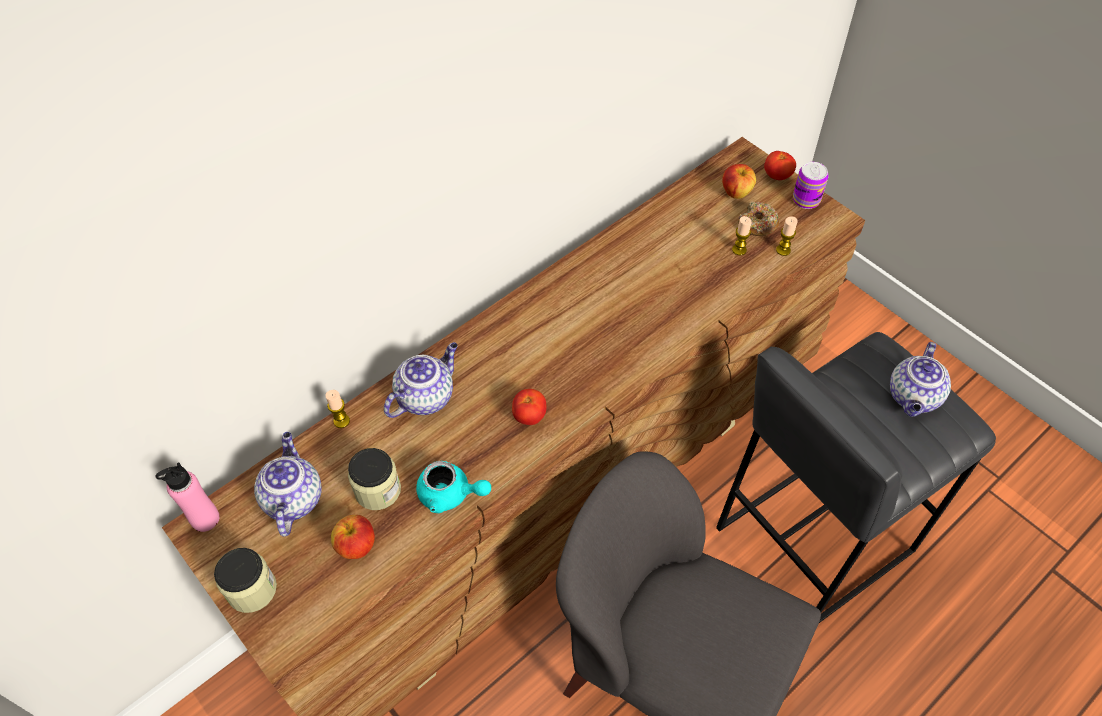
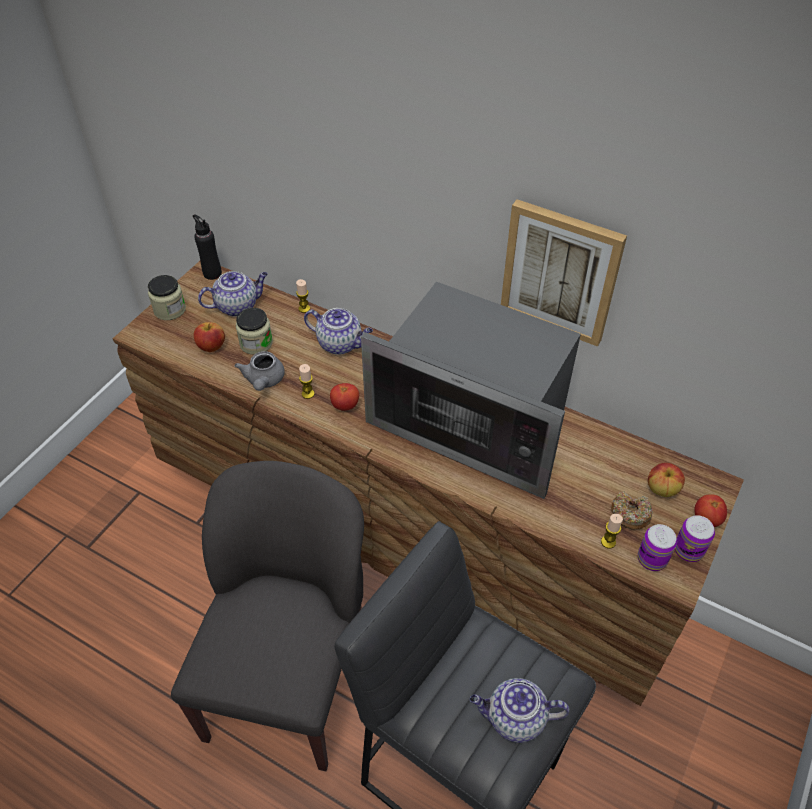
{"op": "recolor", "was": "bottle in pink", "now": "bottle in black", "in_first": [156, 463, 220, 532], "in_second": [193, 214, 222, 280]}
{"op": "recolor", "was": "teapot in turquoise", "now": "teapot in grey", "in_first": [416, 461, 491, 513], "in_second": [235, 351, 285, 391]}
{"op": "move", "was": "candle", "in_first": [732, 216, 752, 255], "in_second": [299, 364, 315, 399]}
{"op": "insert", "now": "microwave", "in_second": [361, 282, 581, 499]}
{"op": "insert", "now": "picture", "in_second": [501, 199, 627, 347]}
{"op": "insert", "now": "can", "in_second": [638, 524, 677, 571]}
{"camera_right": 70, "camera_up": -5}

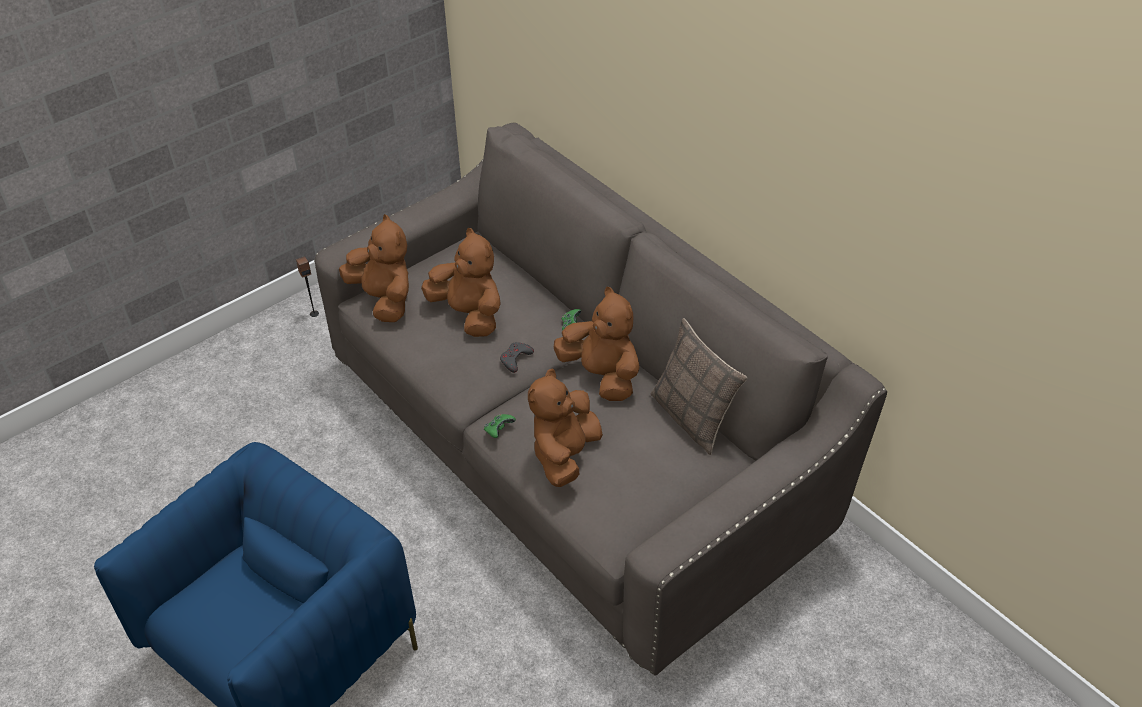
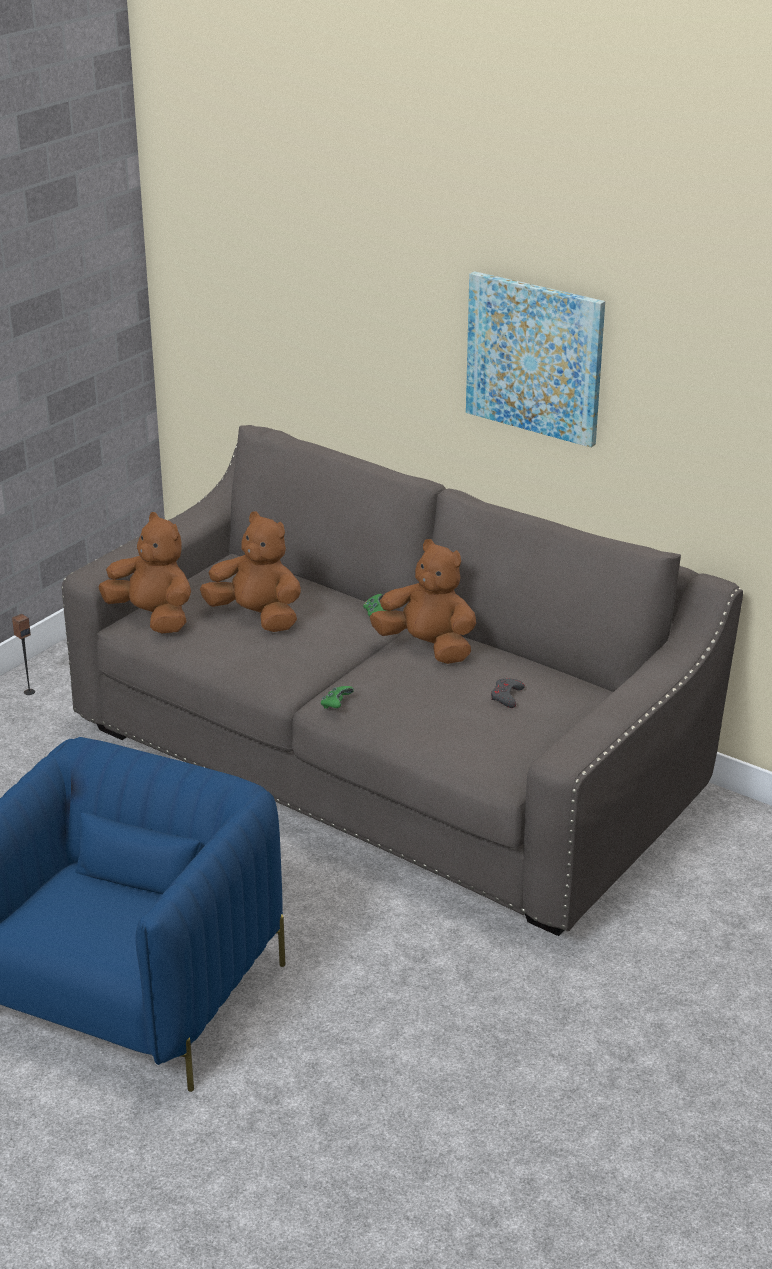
{"op": "move", "was": "game controller in grey", "in_first": [500, 342, 534, 373], "in_second": [491, 678, 525, 708]}
{"op": "delete", "was": "plush toy in brown", "in_first": [528, 368, 603, 487]}
{"op": "delete", "was": "pillow", "in_first": [651, 318, 747, 455]}
{"op": "insert", "now": "picture", "in_second": [466, 271, 605, 448]}
{"camera_right": -15, "camera_up": -15}

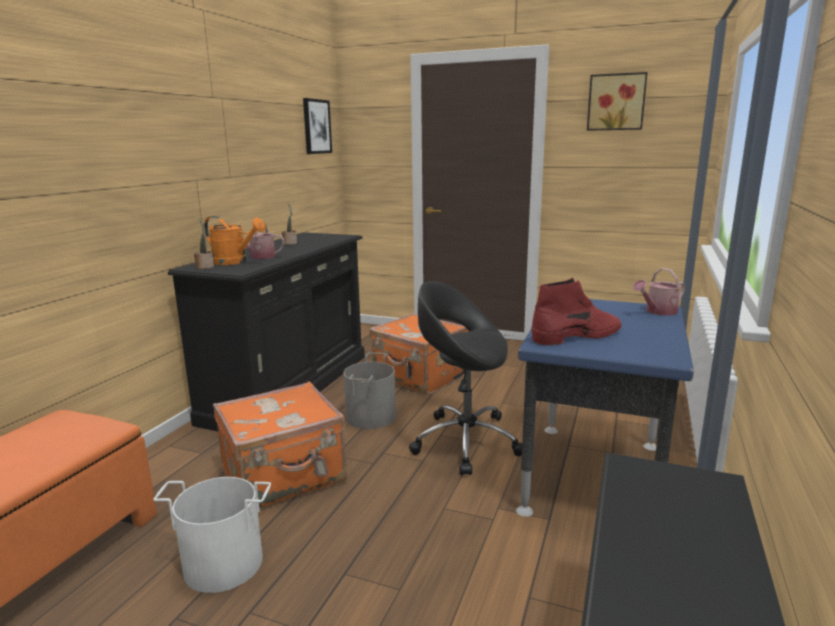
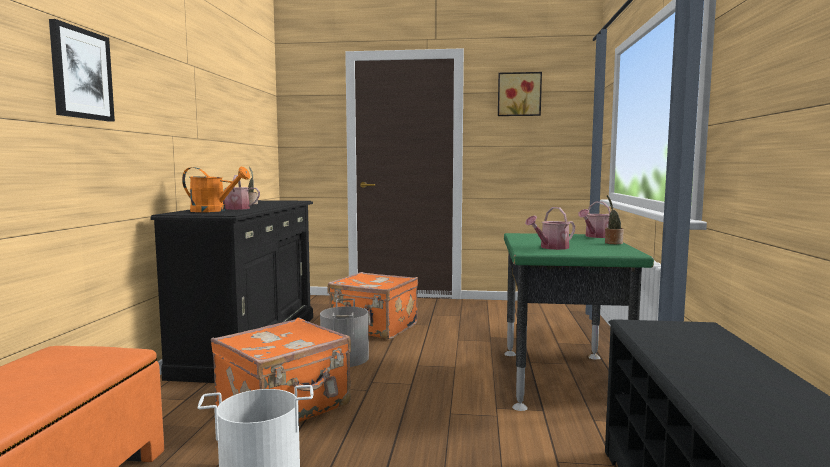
{"op": "move", "was": "potted plant", "in_first": [194, 218, 214, 269], "in_second": [605, 195, 624, 244]}
{"op": "move", "was": "picture", "in_first": [303, 98, 332, 154], "in_second": [49, 19, 115, 122]}
{"op": "delete", "was": "office chair in black", "in_first": [409, 281, 522, 475]}
{"op": "recolor", "was": "desk in blue", "now": "desk in green", "in_first": [516, 299, 694, 517], "in_second": [504, 233, 654, 411]}
{"op": "replace", "was": "boot in red", "now": "watering can", "in_first": [531, 278, 622, 345], "in_second": [525, 207, 575, 250]}
{"camera_right": -15, "camera_up": -10}

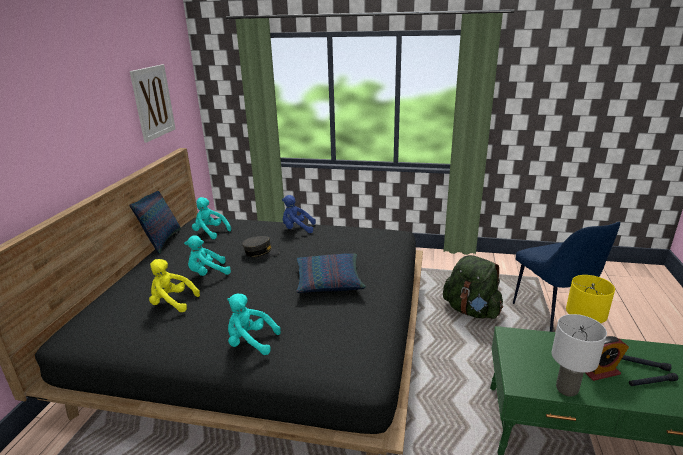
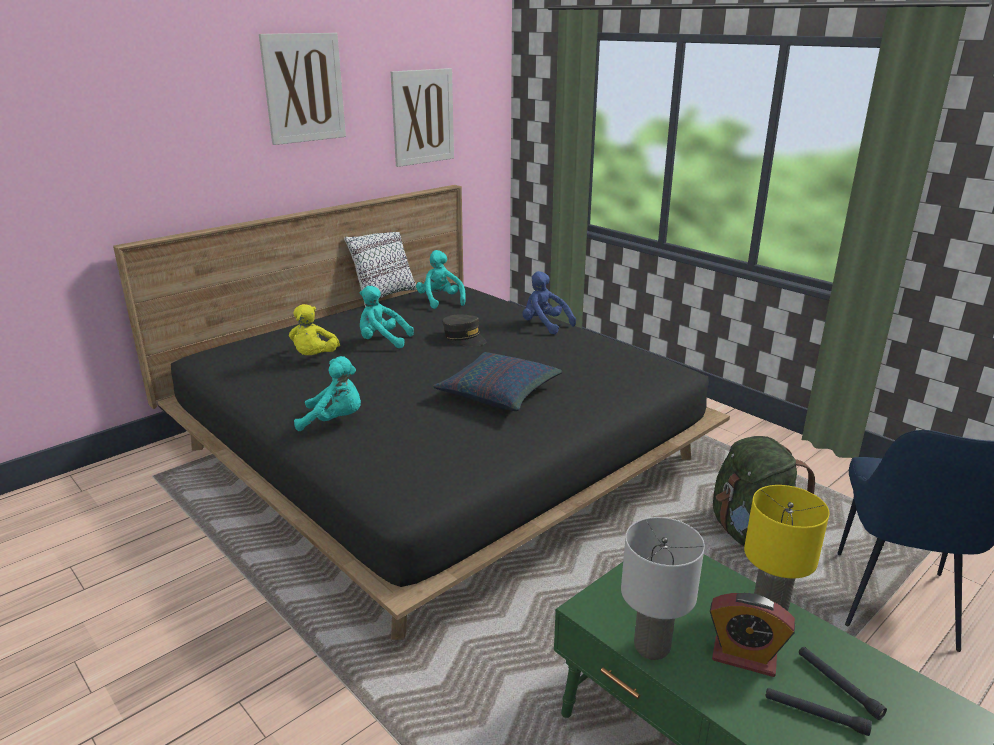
{"op": "recolor", "was": "pillow in blue", "now": "pillow in white", "in_first": [129, 191, 181, 254], "in_second": [344, 232, 417, 307]}
{"op": "rotate", "was": "plush toy in yellow", "in_first": [149, 259, 200, 312], "in_second": [289, 304, 340, 355], "clockwise": -135}
{"op": "rotate", "was": "plush toy in turquoise", "in_first": [227, 293, 281, 355], "in_second": [294, 356, 361, 431], "clockwise": 135}
{"op": "insert", "now": "picture", "in_second": [259, 33, 346, 145]}
{"camera_right": 35, "camera_up": 0}

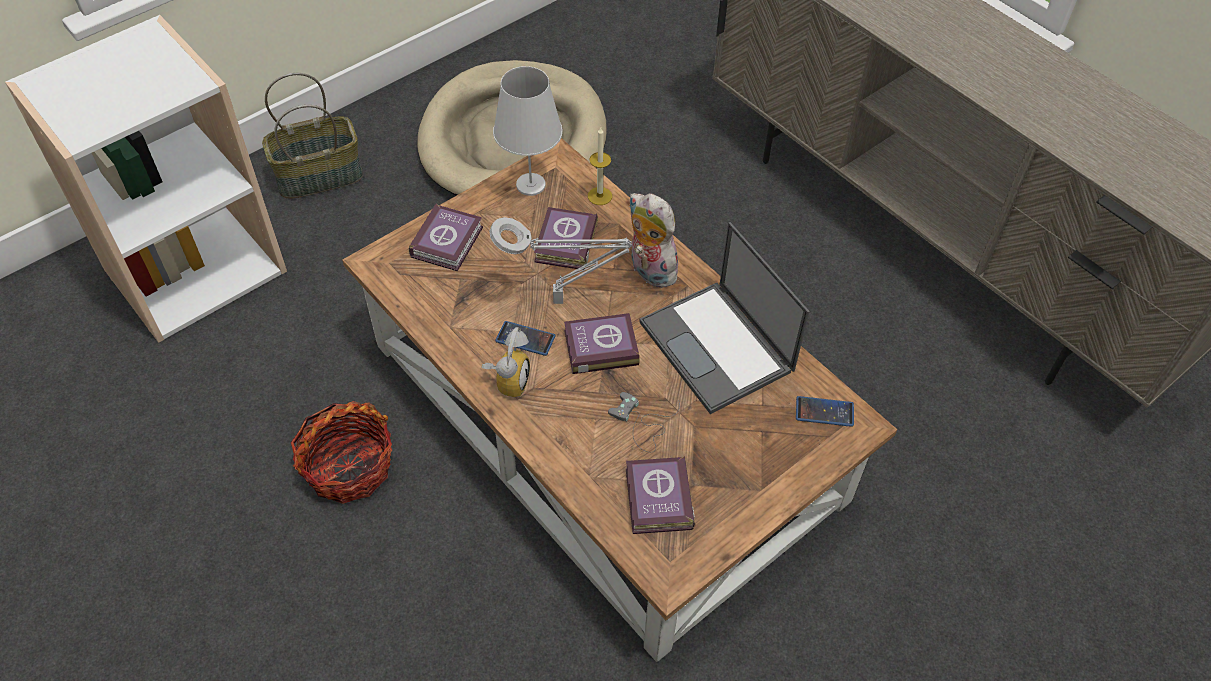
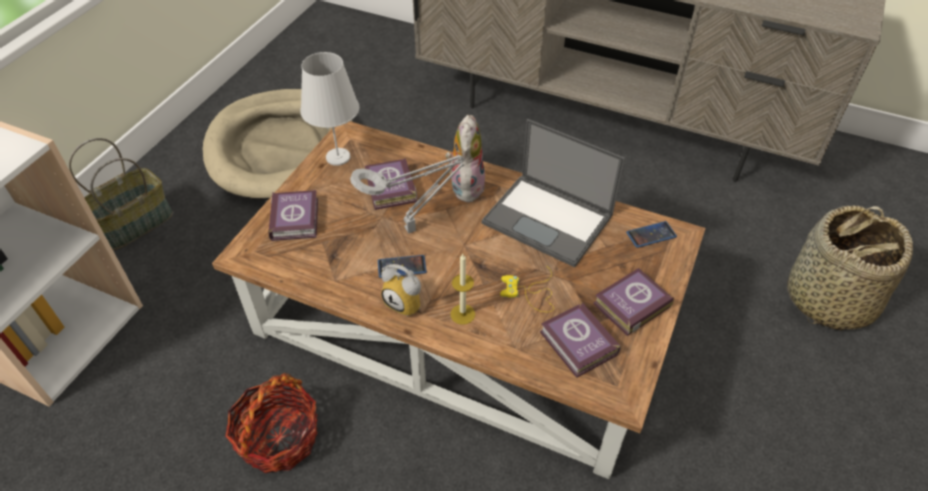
{"op": "rotate", "was": "alarm clock", "in_first": [482, 327, 530, 397], "in_second": [381, 264, 421, 317], "clockwise": 135}
{"op": "move", "was": "book", "in_first": [564, 313, 640, 374], "in_second": [593, 268, 674, 336]}
{"op": "move", "was": "candle", "in_first": [588, 127, 612, 205], "in_second": [451, 254, 475, 325]}
{"op": "recolor", "was": "game controller in grey", "now": "game controller in yellow", "in_first": [608, 392, 680, 452], "in_second": [500, 266, 554, 312]}
{"op": "rotate", "was": "plush toy", "in_first": [629, 193, 681, 288], "in_second": [446, 115, 485, 202], "clockwise": 75}
{"op": "insert", "now": "basket", "in_second": [787, 205, 913, 330]}
{"camera_right": -25, "camera_up": -5}

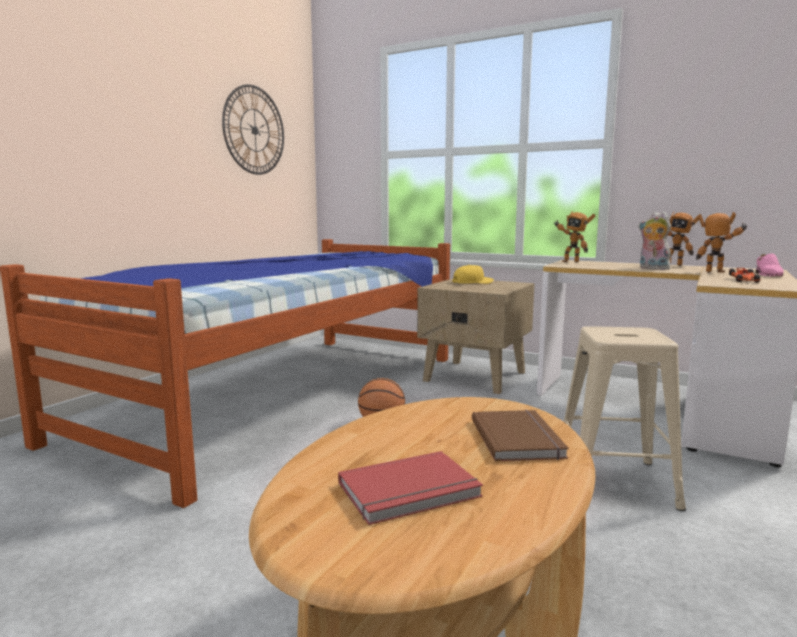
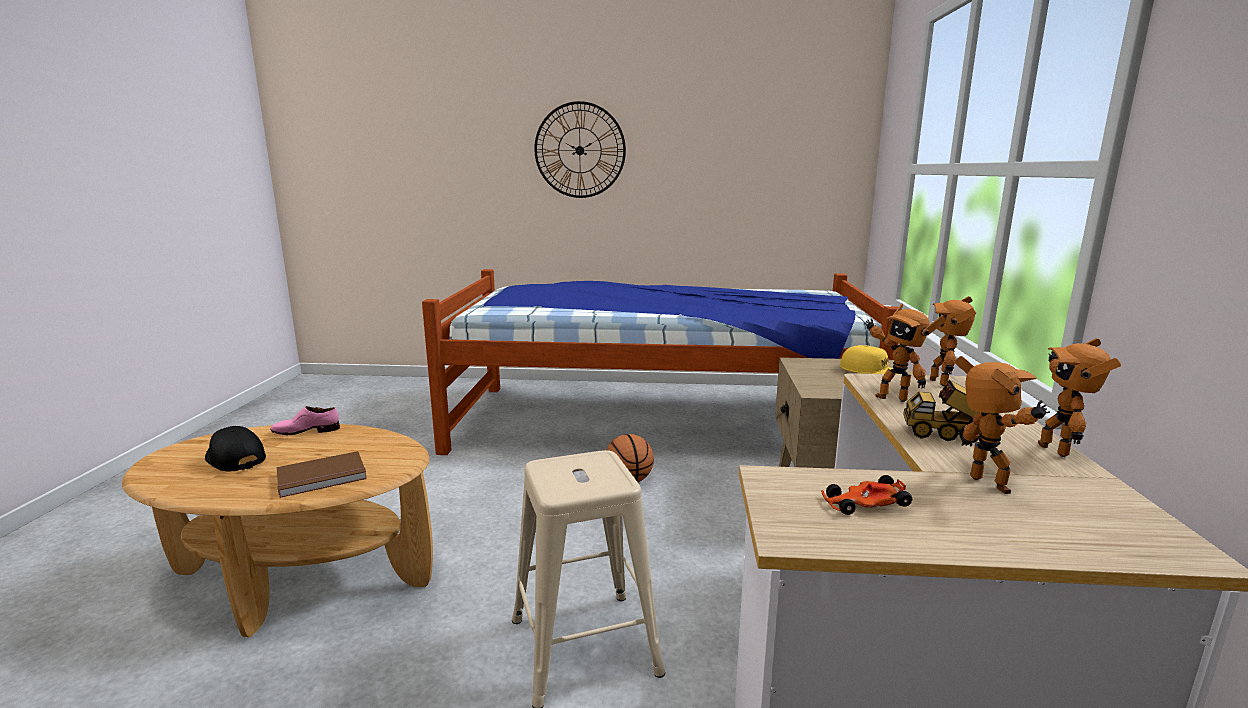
{"op": "move", "was": "wall clock", "in_first": [222, 84, 284, 175], "in_second": [534, 101, 626, 198]}
{"op": "replace", "was": "book in red", "now": "cap in black", "in_first": [338, 451, 483, 525], "in_second": [205, 426, 266, 471]}
{"op": "replace", "was": "plush toy", "now": "toy truck", "in_first": [639, 212, 671, 270], "in_second": [903, 380, 981, 443]}
{"op": "move", "was": "shoe in pink", "in_first": [755, 254, 784, 276], "in_second": [270, 406, 340, 435]}
{"op": "insert", "now": "toy robot", "in_second": [864, 303, 946, 402]}
{"camera_right": 65, "camera_up": 5}

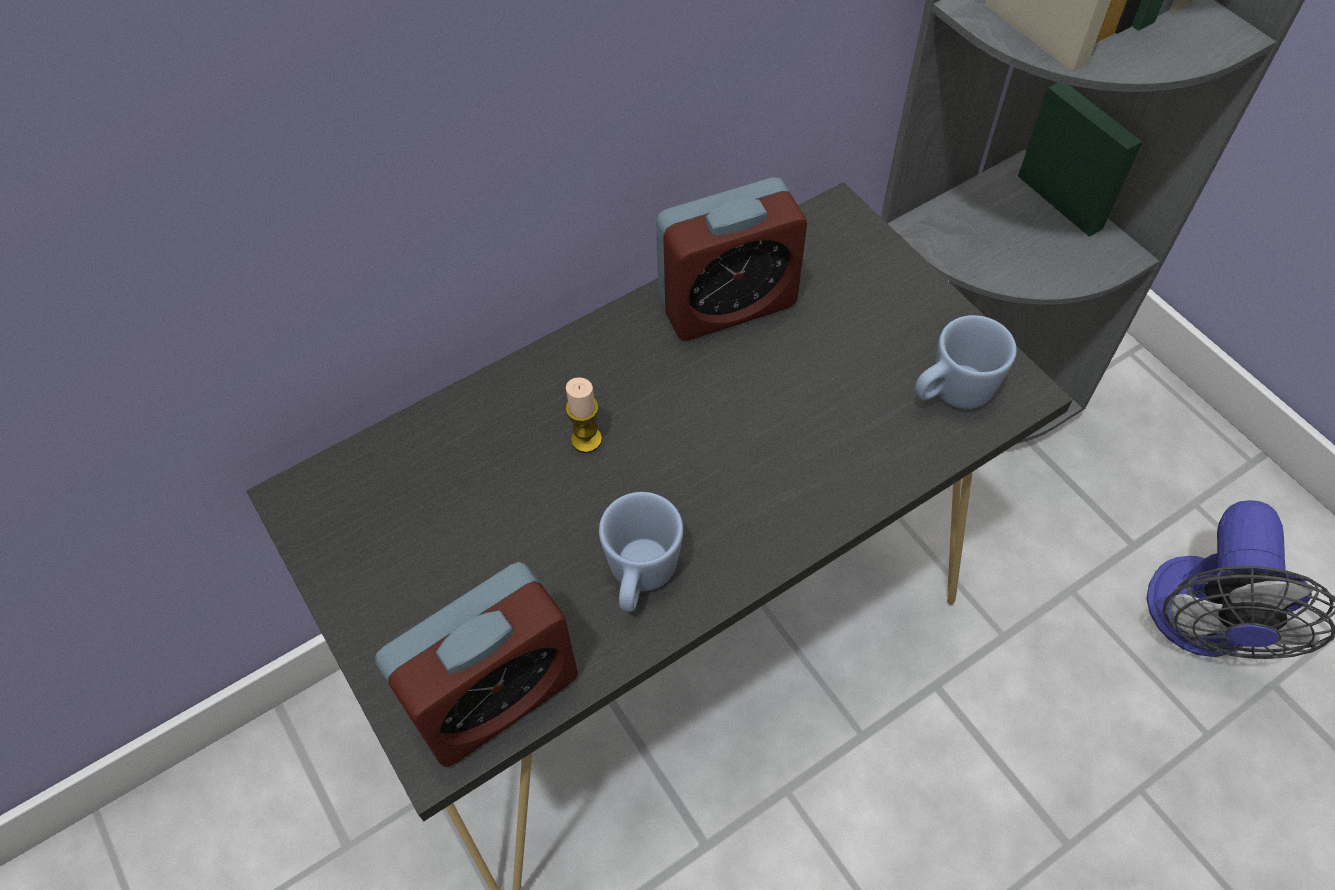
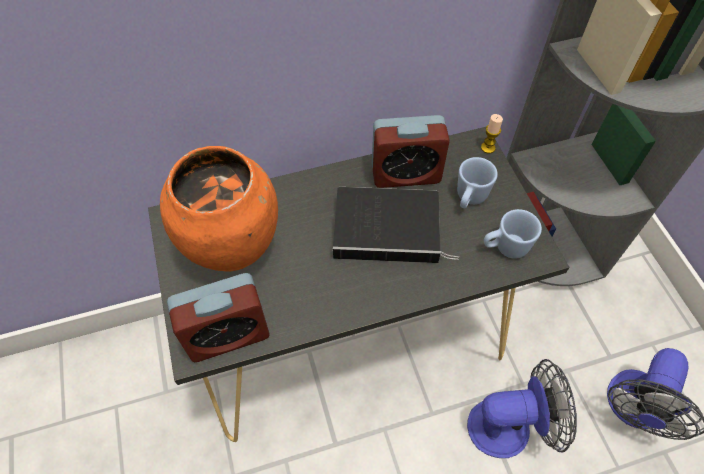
{"op": "move", "was": "candle", "in_first": [565, 377, 602, 453], "in_second": [481, 114, 503, 153]}
{"op": "move", "was": "mug in blue", "in_first": [599, 492, 683, 612], "in_second": [457, 157, 498, 208]}
{"op": "insert", "now": "vase in orange", "in_second": [160, 146, 278, 272]}
{"op": "insert", "now": "book", "in_second": [333, 187, 459, 263]}
{"op": "insert", "now": "fan", "in_second": [467, 359, 577, 458]}
{"camera_right": 15, "camera_up": 0}

